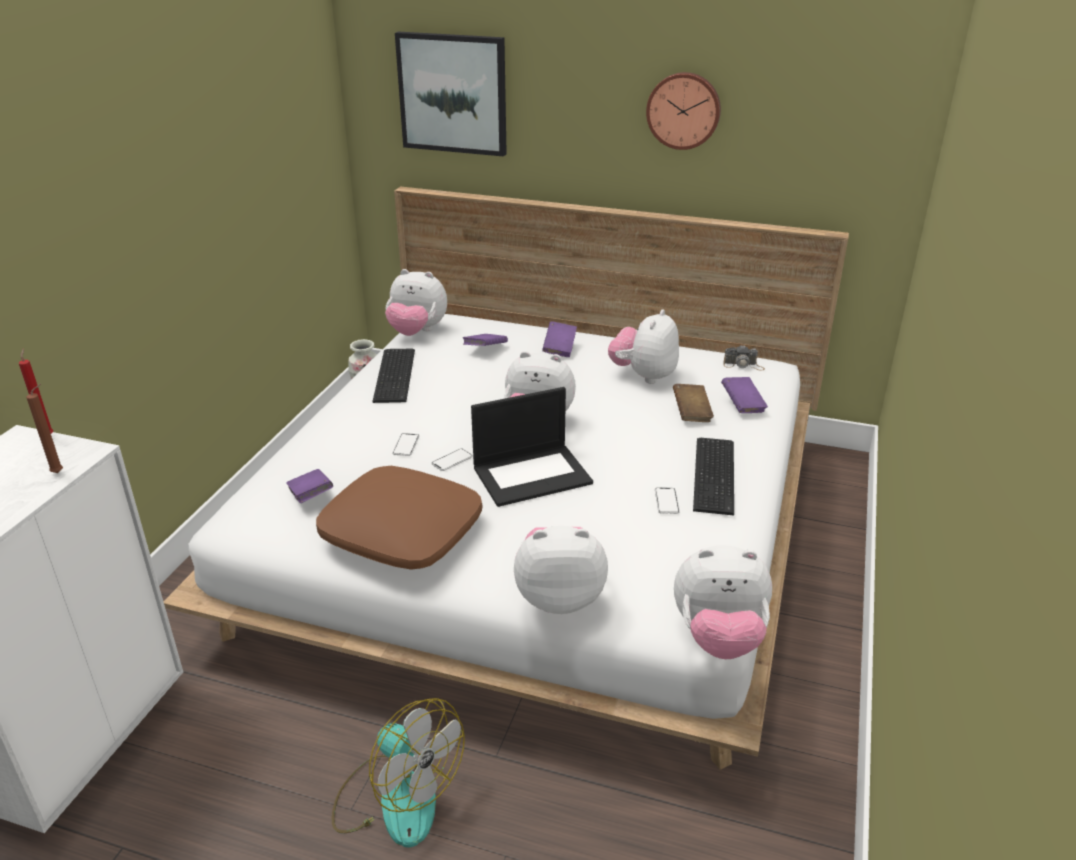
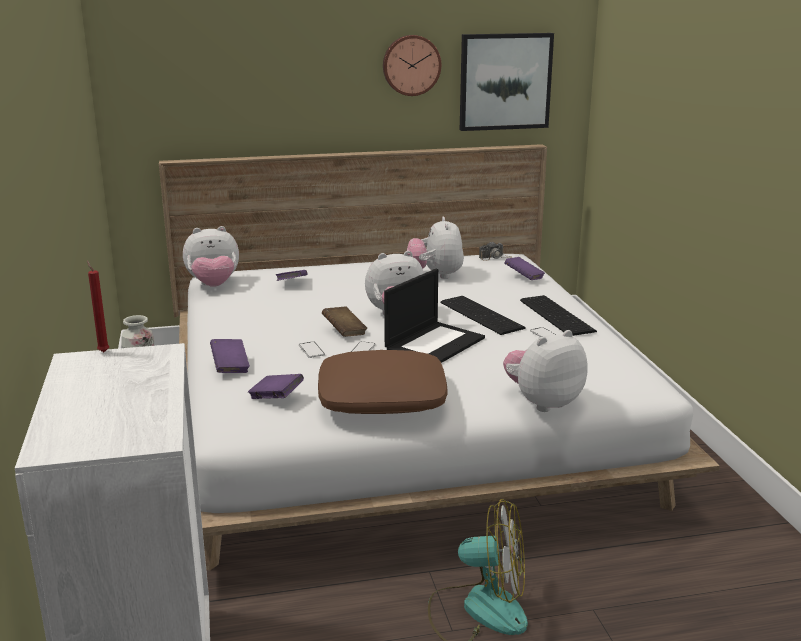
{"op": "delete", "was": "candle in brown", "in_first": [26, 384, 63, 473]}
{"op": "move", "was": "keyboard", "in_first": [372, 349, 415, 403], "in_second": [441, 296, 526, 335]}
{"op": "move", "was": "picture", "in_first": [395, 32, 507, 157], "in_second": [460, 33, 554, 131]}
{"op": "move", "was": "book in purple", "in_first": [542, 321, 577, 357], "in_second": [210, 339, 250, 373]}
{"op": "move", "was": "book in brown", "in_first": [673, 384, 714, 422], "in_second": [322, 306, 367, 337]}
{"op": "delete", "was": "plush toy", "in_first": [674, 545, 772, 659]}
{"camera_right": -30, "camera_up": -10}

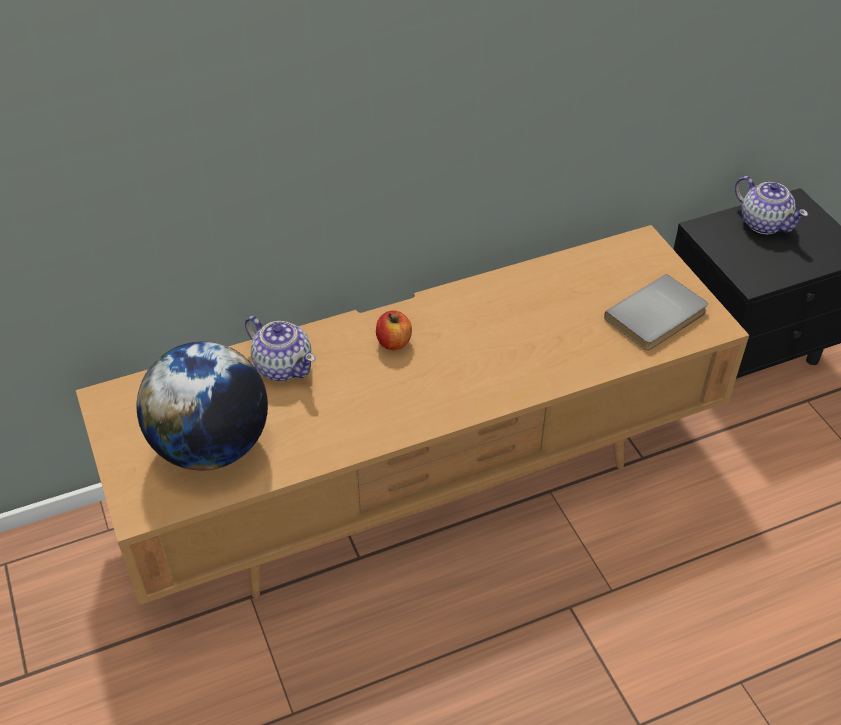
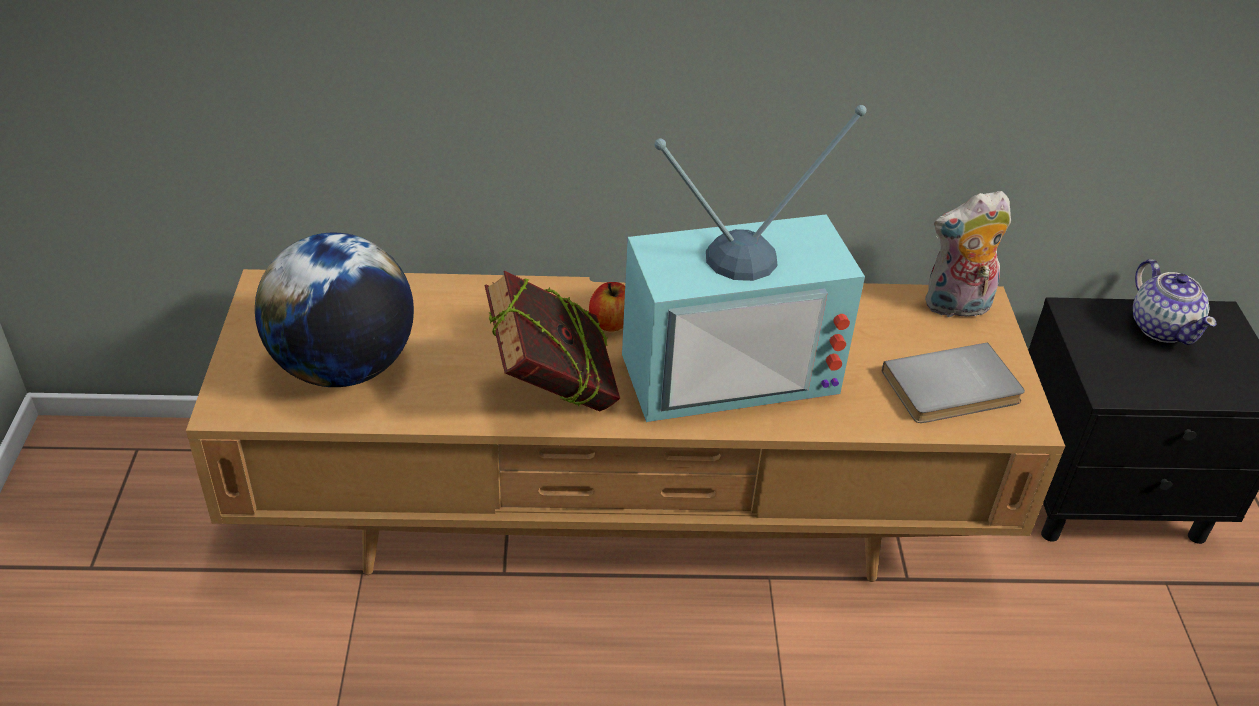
{"op": "delete", "was": "teapot", "in_first": [245, 316, 316, 381]}
{"op": "insert", "now": "book", "in_second": [485, 271, 620, 412]}
{"op": "insert", "now": "television", "in_second": [622, 105, 867, 422]}
{"op": "insert", "now": "plush toy", "in_second": [925, 191, 1011, 321]}
{"camera_right": 20, "camera_up": -5}

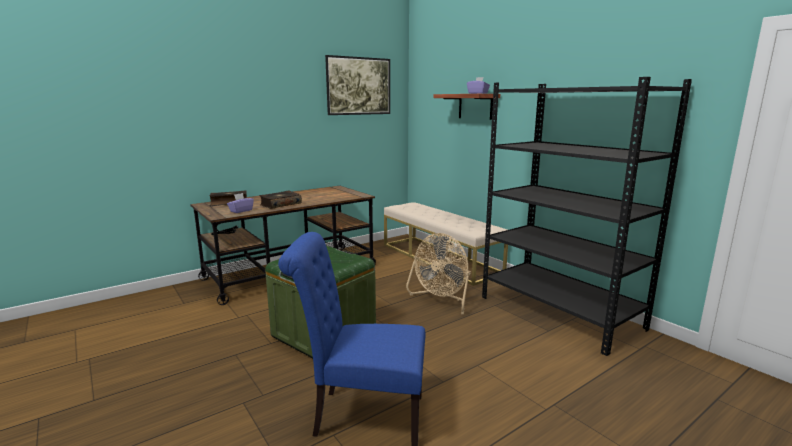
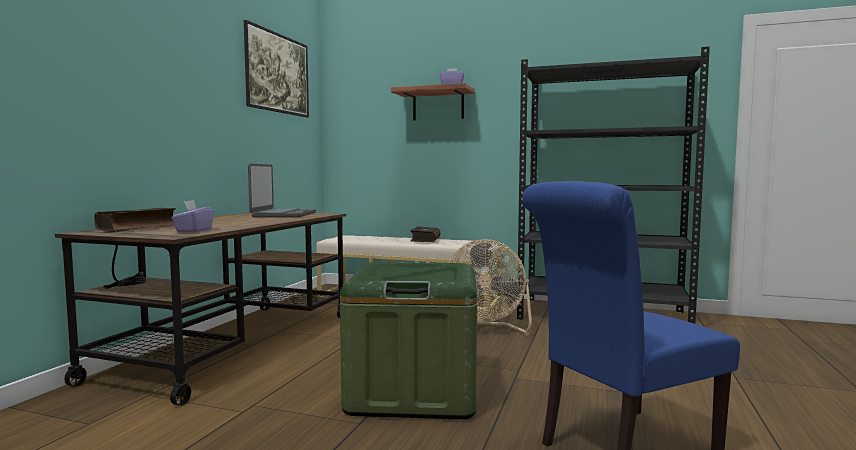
{"op": "move", "was": "book", "in_first": [259, 190, 302, 209], "in_second": [410, 226, 440, 242]}
{"op": "insert", "now": "laptop", "in_second": [248, 164, 316, 218]}
{"camera_right": -35, "camera_up": -10}

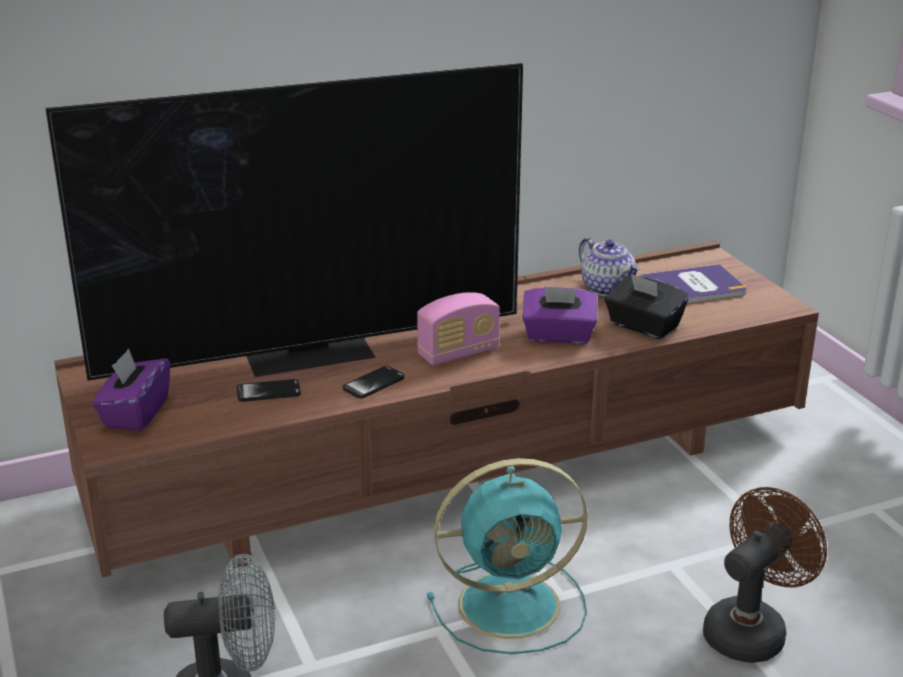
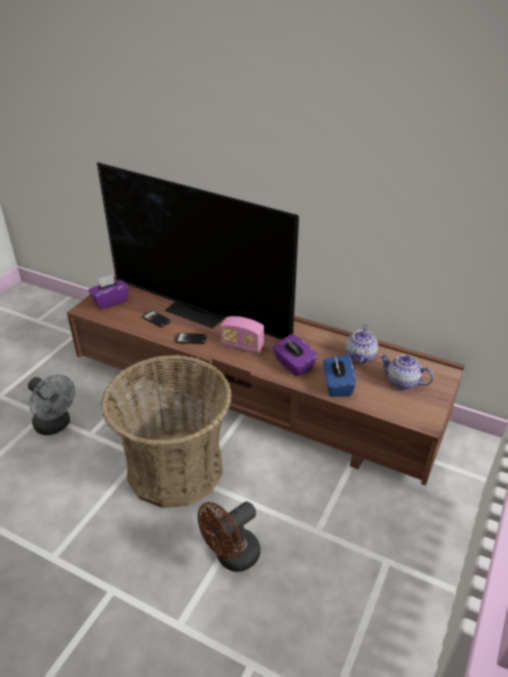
{"op": "replace", "was": "fan in turquoise", "now": "basket", "in_first": [427, 458, 588, 654], "in_second": [101, 355, 232, 508]}
{"op": "recolor", "was": "tissue box in black", "now": "tissue box in blue", "in_first": [605, 274, 689, 339], "in_second": [323, 355, 356, 397]}
{"op": "replace", "was": "book", "now": "teapot", "in_first": [640, 264, 747, 303], "in_second": [380, 353, 434, 390]}
{"op": "rotate", "was": "fan in brown", "in_first": [703, 487, 827, 663], "in_second": [198, 501, 260, 572], "clockwise": 135}
{"camera_right": 50, "camera_up": 10}

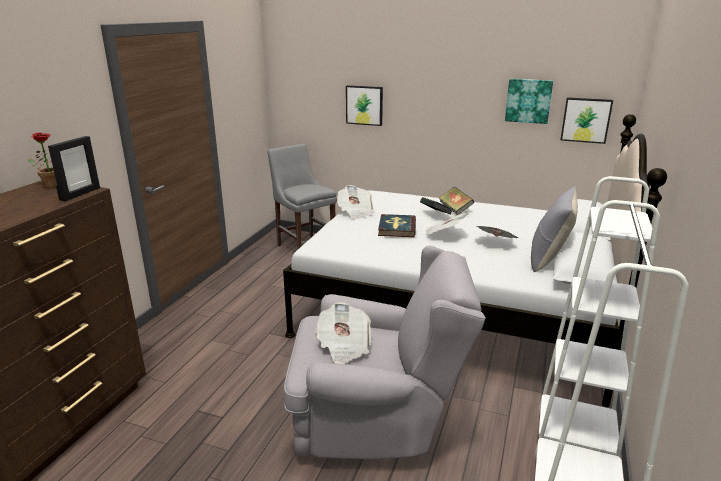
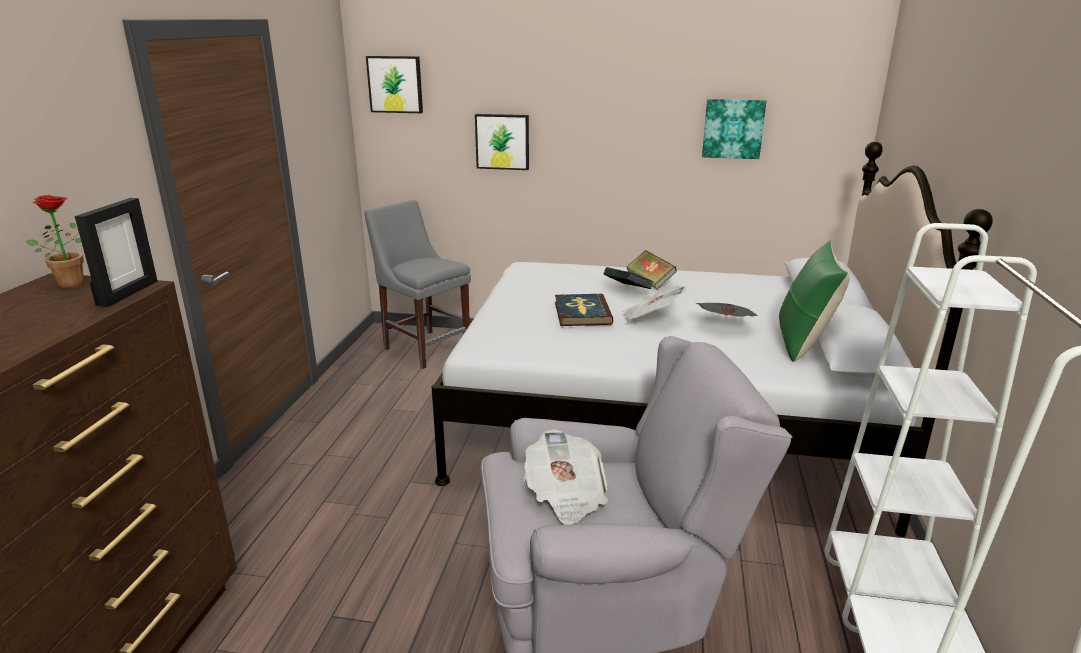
{"op": "delete", "was": "newspaper", "in_first": [337, 185, 373, 220]}
{"op": "recolor", "was": "pillow in grey", "now": "pillow in green", "in_first": [531, 186, 578, 272], "in_second": [779, 240, 850, 362]}
{"op": "move", "was": "picture", "in_first": [560, 97, 613, 144], "in_second": [366, 56, 423, 113]}
{"camera_right": -10, "camera_up": 0}

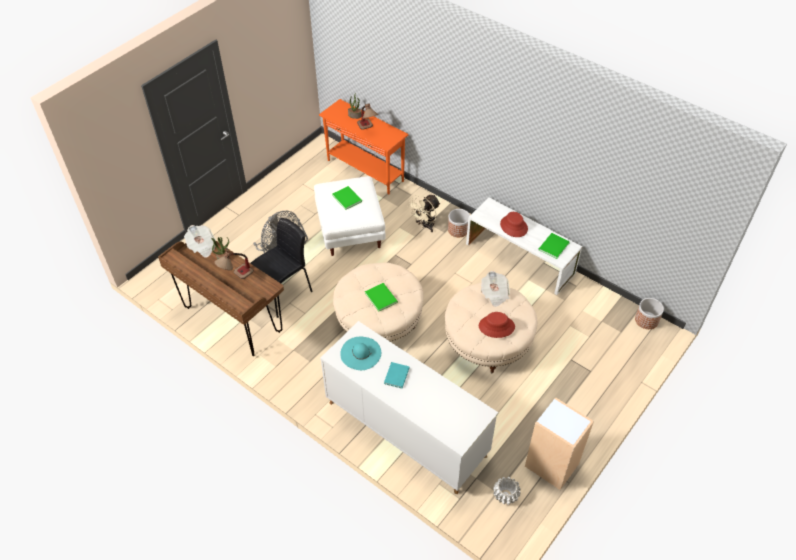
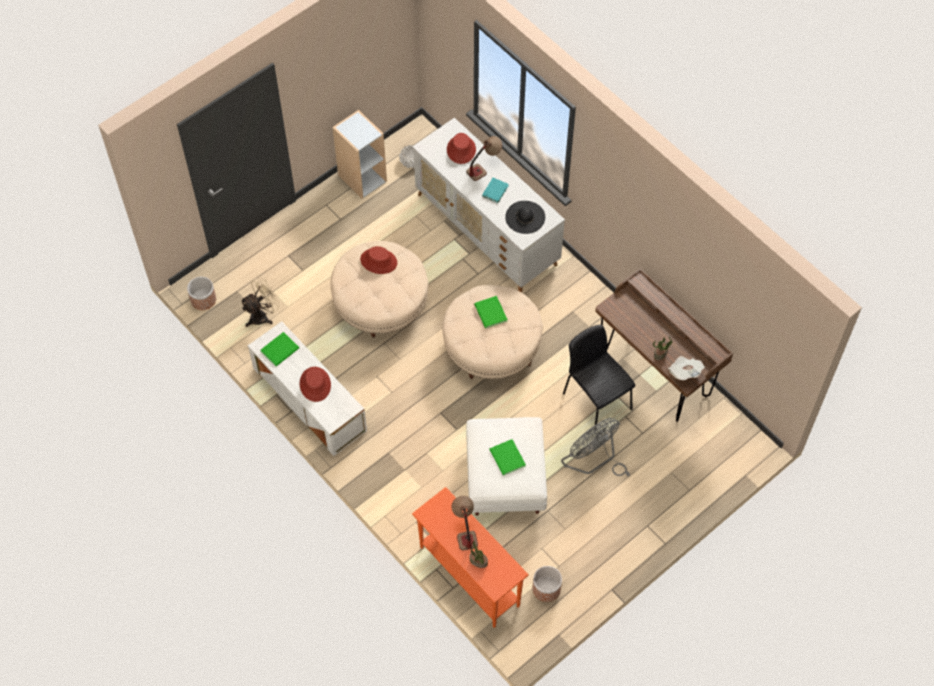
{"op": "move", "was": "table lamp", "in_first": [214, 251, 254, 279], "in_second": [466, 136, 502, 181]}
{"op": "rotate", "was": "chair in black", "in_first": [250, 218, 312, 318], "in_second": [563, 324, 635, 431], "clockwise": 90}
{"op": "recolor", "was": "hat in turquoise", "now": "hat in black", "in_first": [340, 337, 381, 370], "in_second": [505, 201, 545, 234]}
{"op": "move", "was": "fan in beige", "in_first": [407, 195, 440, 232], "in_second": [240, 276, 281, 327]}
{"op": "move", "was": "planter", "in_first": [448, 209, 470, 237], "in_second": [532, 566, 562, 602]}
{"op": "delete", "was": "newspaper", "in_first": [481, 271, 510, 307]}
{"op": "insert", "now": "hat in red", "in_second": [447, 133, 476, 164]}
{"camera_right": -170, "camera_up": 10}

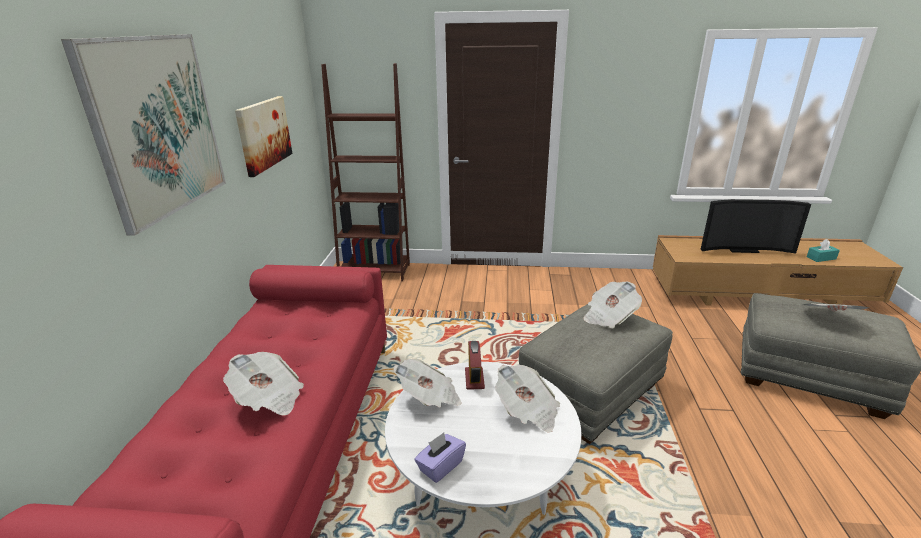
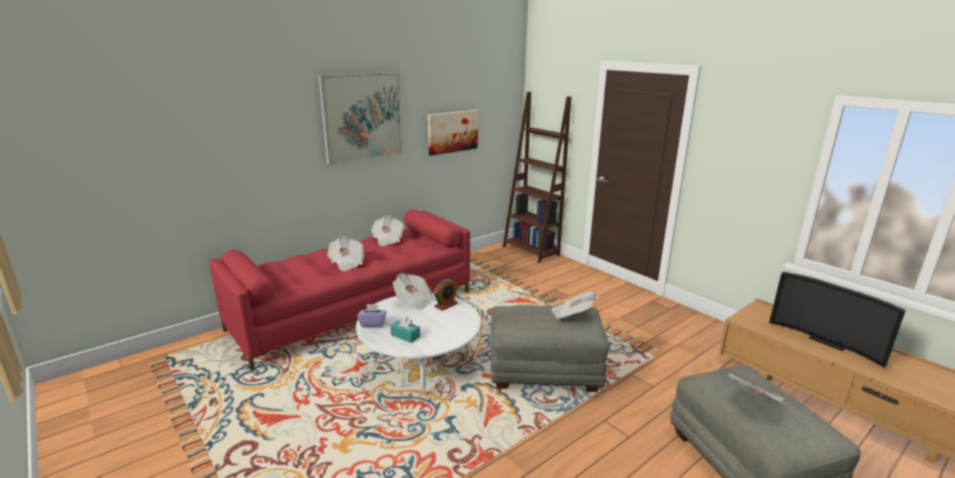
{"op": "move", "was": "newspaper", "in_first": [495, 365, 560, 433], "in_second": [371, 216, 404, 246]}
{"op": "move", "was": "tissue box in turquoise", "in_first": [807, 239, 840, 262], "in_second": [390, 316, 420, 343]}
{"camera_right": 45, "camera_up": -5}

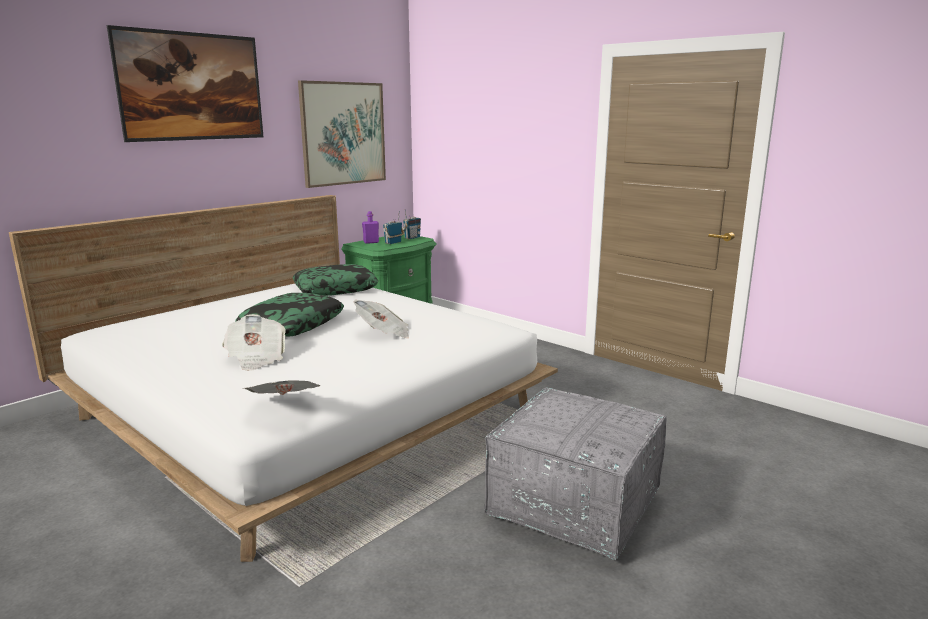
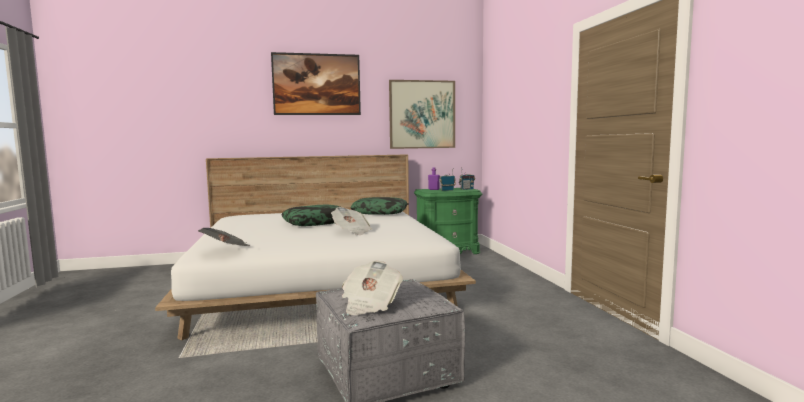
{"op": "move", "was": "newspaper", "in_first": [222, 314, 286, 371], "in_second": [342, 261, 403, 315]}
{"camera_right": 35, "camera_up": -10}

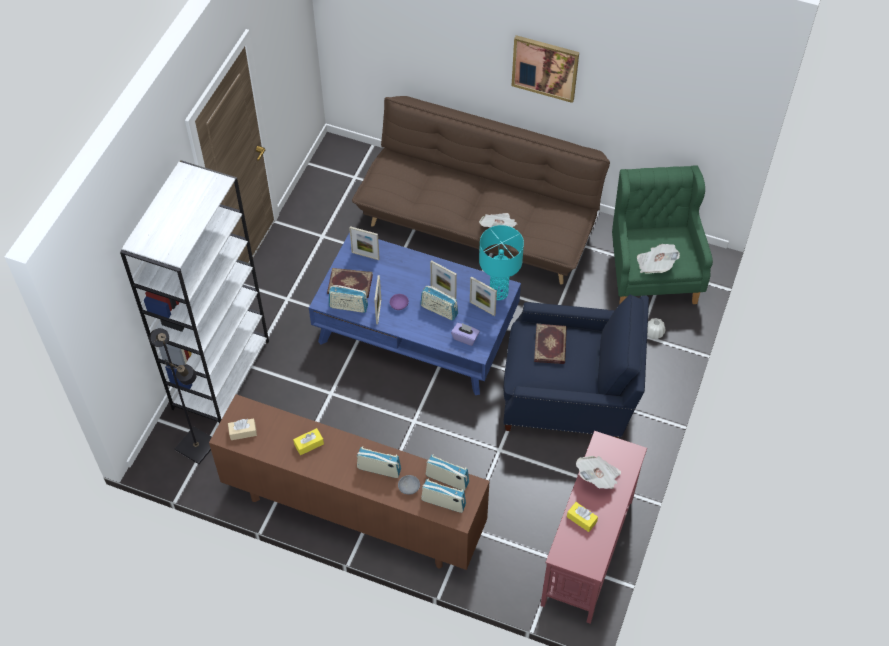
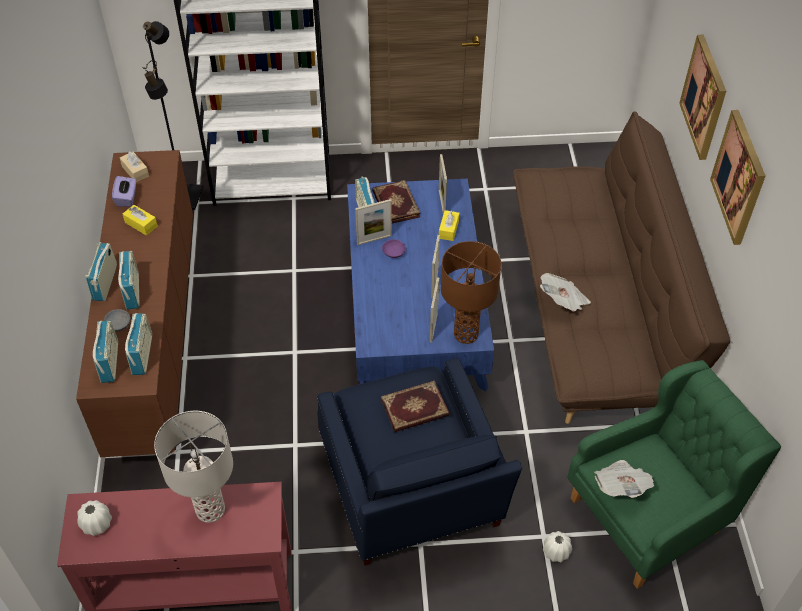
{"op": "move", "was": "radio", "in_first": [421, 286, 458, 320], "in_second": [86, 242, 117, 301]}
{"op": "move", "was": "tissue box in purple", "in_first": [451, 323, 480, 346], "in_second": [112, 176, 136, 207]}
{"op": "recolor", "was": "table lamp in turquoise", "now": "table lamp in brown", "in_first": [479, 225, 524, 300], "in_second": [441, 241, 501, 344]}
{"op": "move", "was": "tissue box in yellow", "in_first": [567, 502, 598, 532], "in_second": [439, 210, 459, 241]}
{"op": "replace", "was": "newspaper", "now": "table lamp in white", "in_first": [576, 456, 621, 489], "in_second": [154, 411, 233, 523]}
{"op": "insert", "now": "vase in white", "in_second": [77, 500, 112, 536]}
{"op": "insert", "now": "picture", "in_second": [679, 35, 726, 160]}
{"camera_right": 65, "camera_up": -5}

